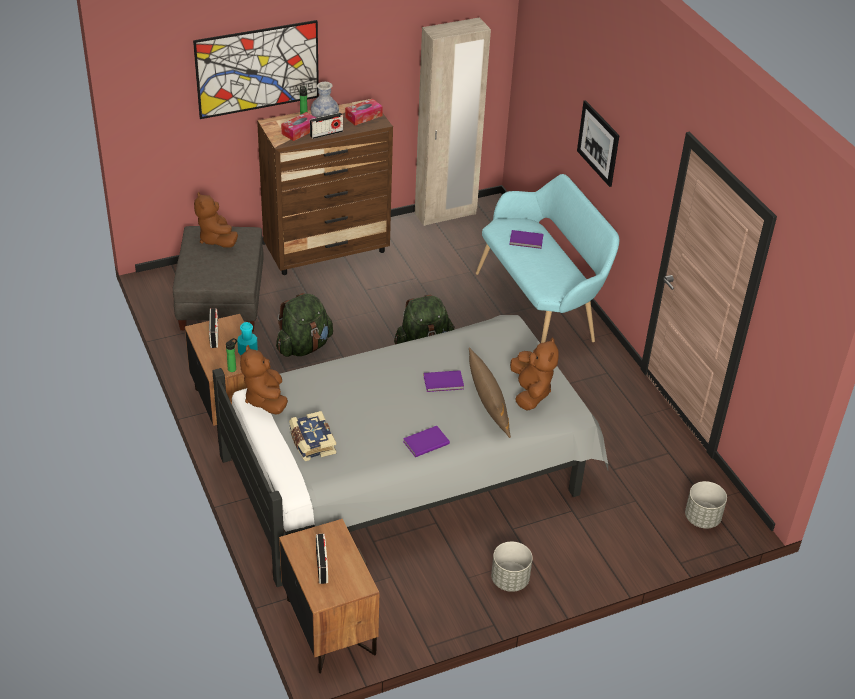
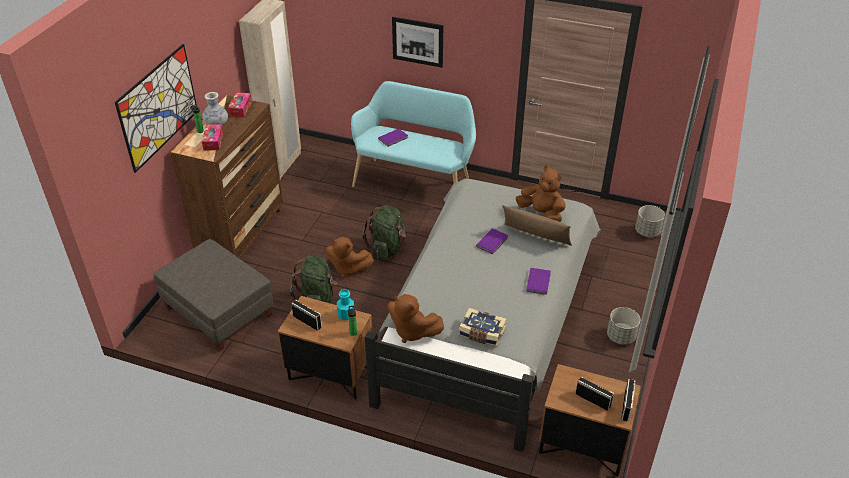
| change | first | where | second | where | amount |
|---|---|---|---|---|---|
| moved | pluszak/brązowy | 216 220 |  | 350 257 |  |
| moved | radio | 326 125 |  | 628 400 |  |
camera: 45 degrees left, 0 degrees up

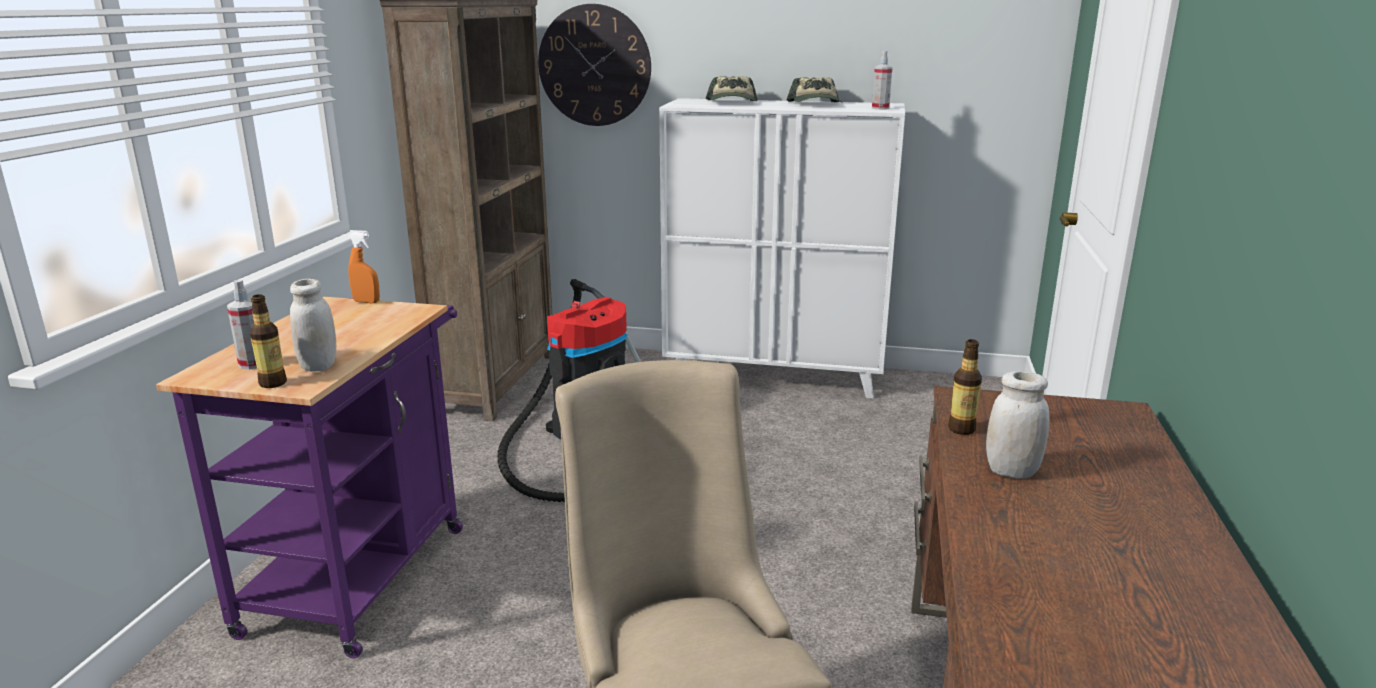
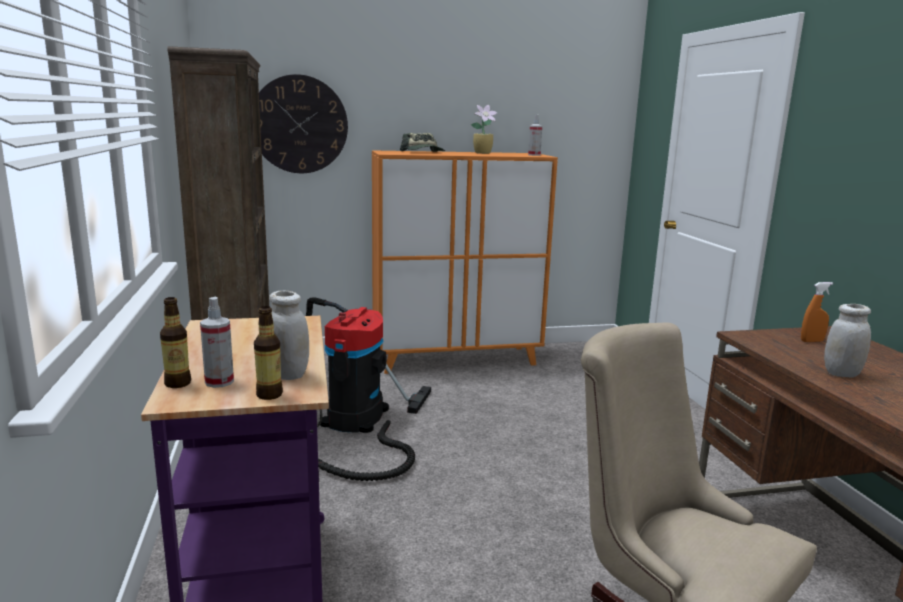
| change | first | where | second | where | amount |
|---|---|---|---|---|---|
| moved | butelka | 965 387 |  | 175 342 |  |
| recoloured | szafka/biały | 782 248 | szafka/pomarańczowy | 465 262 |  |
| replaced | czapka z daszkiem | 815 90 | roślina doniczkowa | 484 129 |  |
| moved | spryskiwacz/pomarańczowy | 364 267 |  | 817 312 |  |
camera: 25 degrees left, 5 degrees down

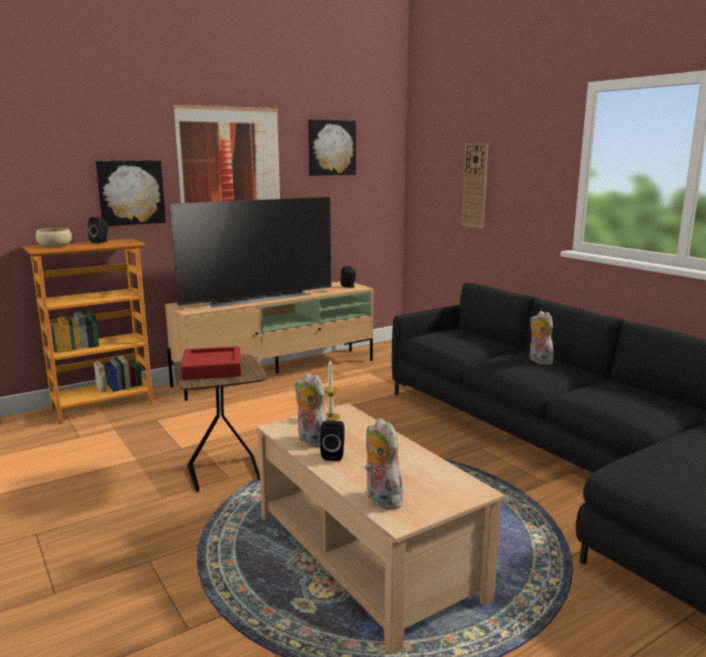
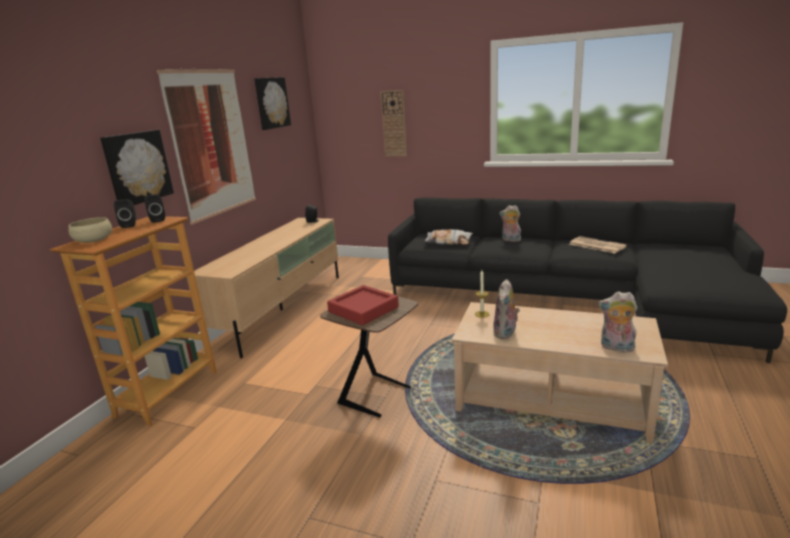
| change | first | where | second | where | amount |
|---|---|---|---|---|---|
| moved | głośnik/czarny | 332 440 |  | 154 208 |  |
| added |  |  | poduszka | 448 237 |  |
| turned | pluszak | 311 410 |  | 506 309 | 75 degrees counterclockwise |
| added |  |  | gazeta | 598 244 |  |
| removed | telewizor | 250 252 |  |  |  |
camera: 35 degrees left, 5 degrees up

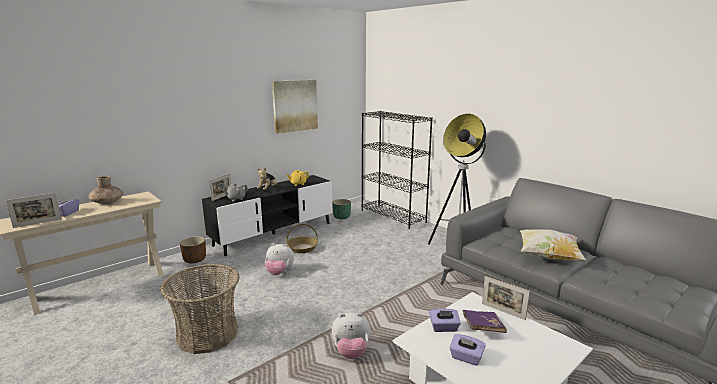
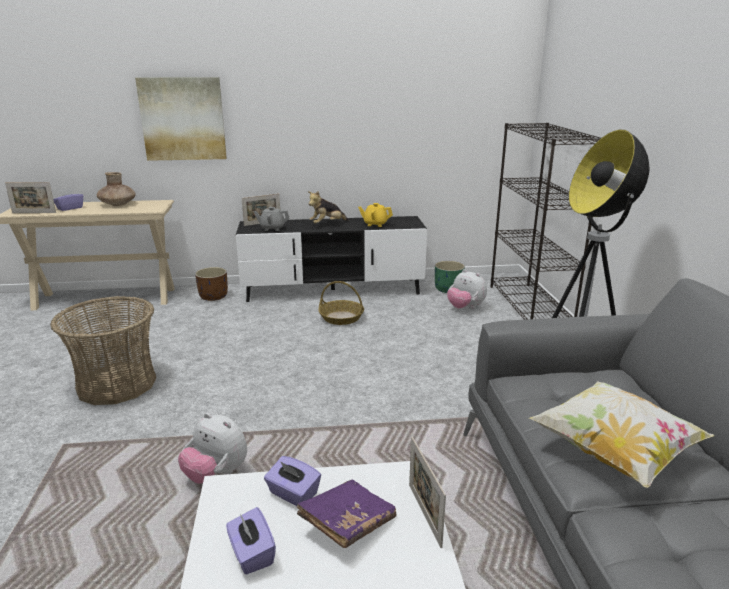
| change | first | where | second | where | amount |
|---|---|---|---|---|---|
| moved | obraz | 295 107 |  | 181 119 |  |
| moved | pluszak | 279 259 |  | 467 289 |  |
camera: 35 degrees right, 5 degrees up

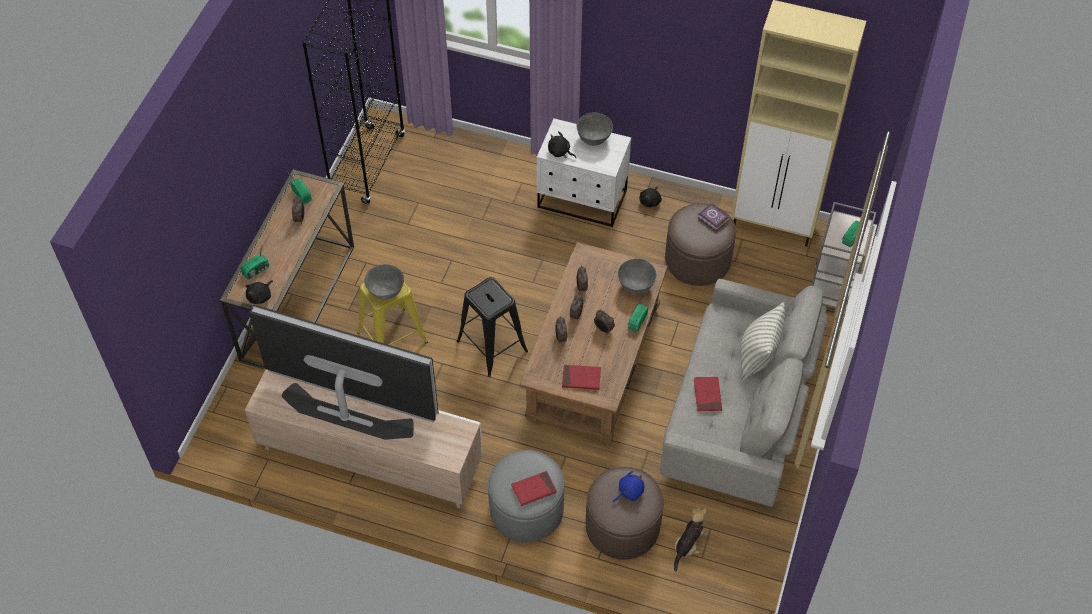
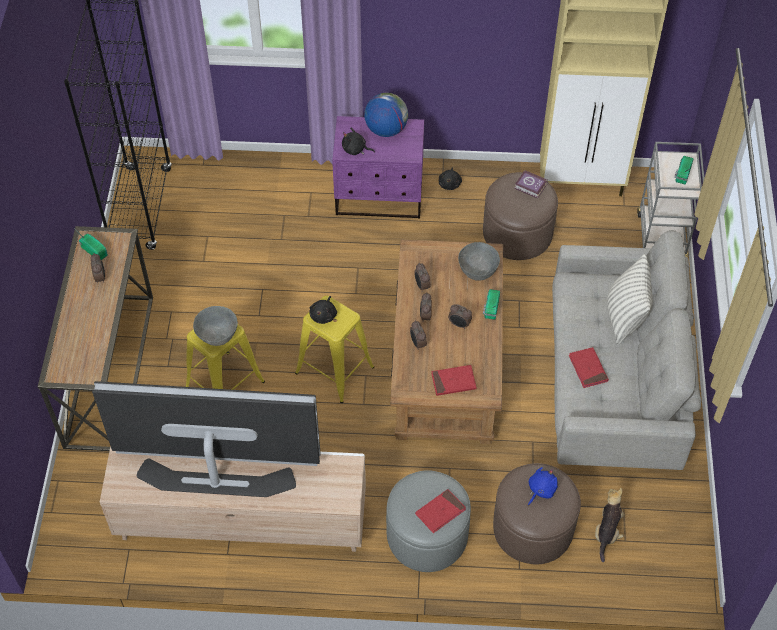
| change | first | where | second | where | amount |
|---|---|---|---|---|---|
| recoloured | stołek/czarny | 492 327 | stołek/żółty | 334 349 |  |
| moved | pluszak/czarny | 259 292 |  | 323 310 |  |
| recoloured | szafka nocna/biały | 584 172 | szafka nocna/fioletowy | 378 167 |  |
| replaced | miska/szary | 595 129 | globus | 386 115 |  |
| removed | radio | 255 261 |  |  |  |
camera: 15 degrees left, 0 degrees up

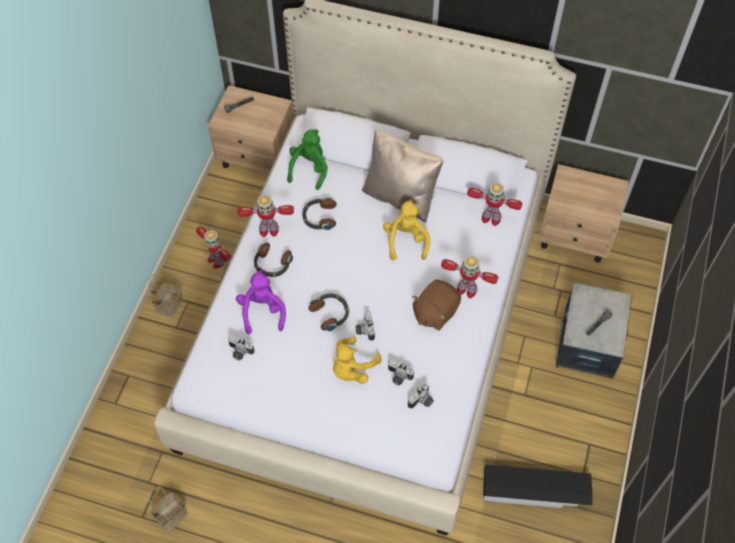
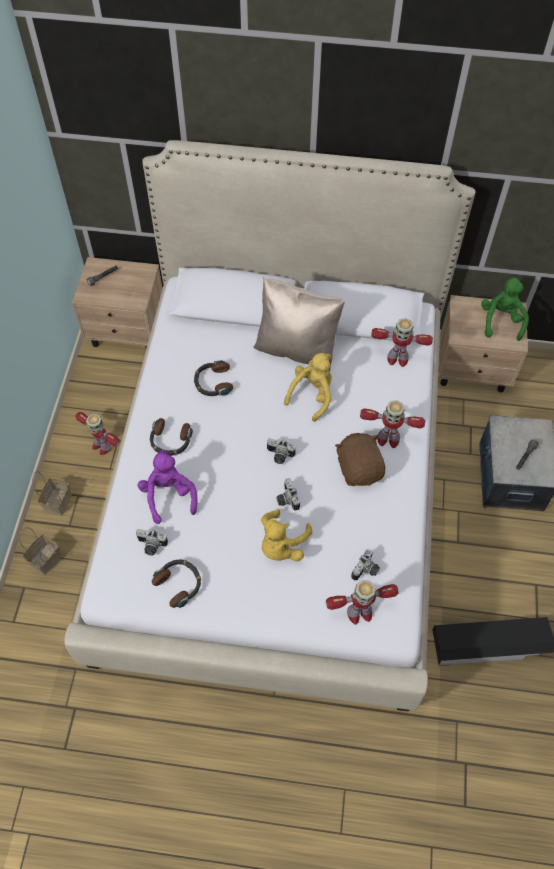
| change | first | where | second | where | amount |
|---|---|---|---|---|---|
| moved | koszyk | 168 509 |  | 40 551 |  |
| moved | słuchawki | 329 312 |  | 176 584 |  |
| moved | aparat fotograficzny | 401 372 |  | 281 451 |  |
| turned | pluszak/żółty | 406 230 |  | 308 387 | 45 degrees clockwise |
| moved | robot zabawkowy | 265 215 |  | 362 602 |  |
| turned | pluszak/brązowy | 436 305 |  | 360 459 | 135 degrees clockwise |
| moved | pluszak/zielony | 307 159 |  | 505 309 |  |
camera: 10 degrees left, 0 degrees up

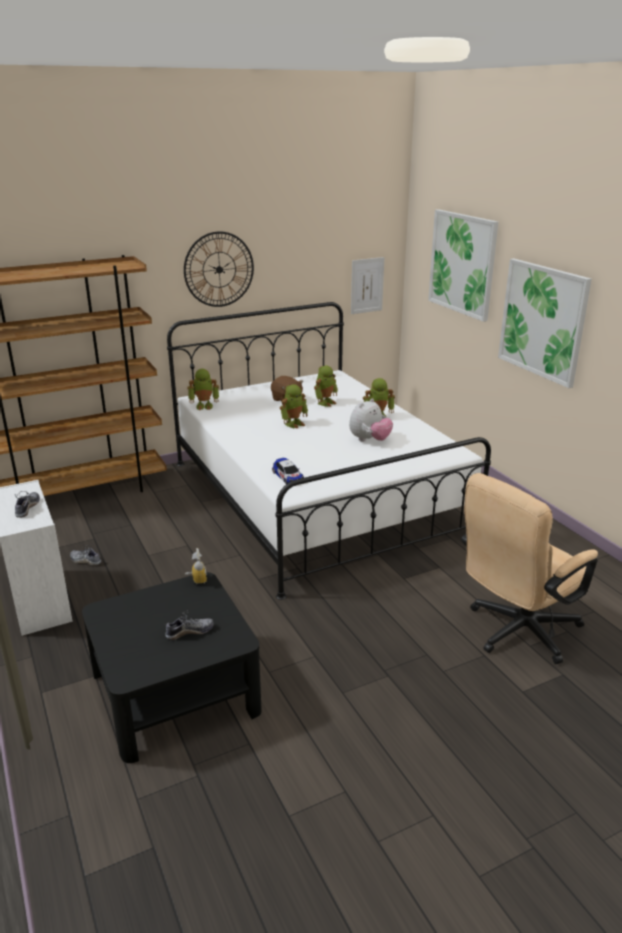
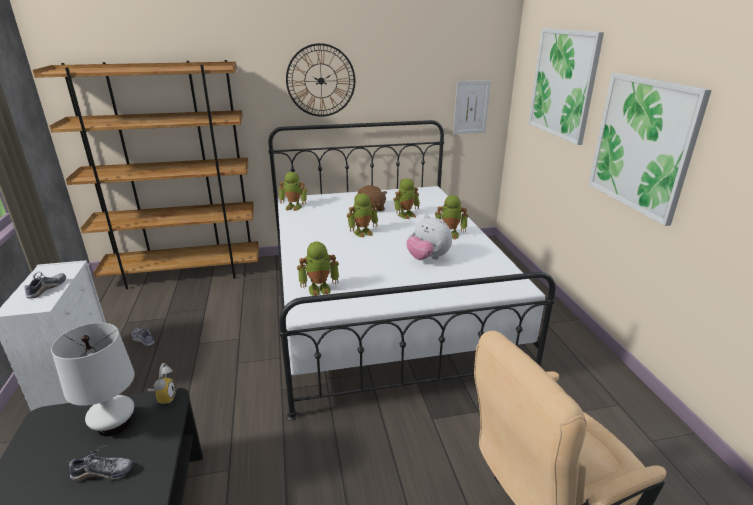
| change | first | where | second | where | amount |
|---|---|---|---|---|---|
| added |  |  | lampa stołowa/biały | 93 379 |  |
| replaced | samochodzik | 288 471 | robot zabawkowy | 318 269 |  |
| turned | pluszak | 371 420 |  | 429 237 | 75 degrees clockwise |
camera: 15 degrees right, 0 degrees up

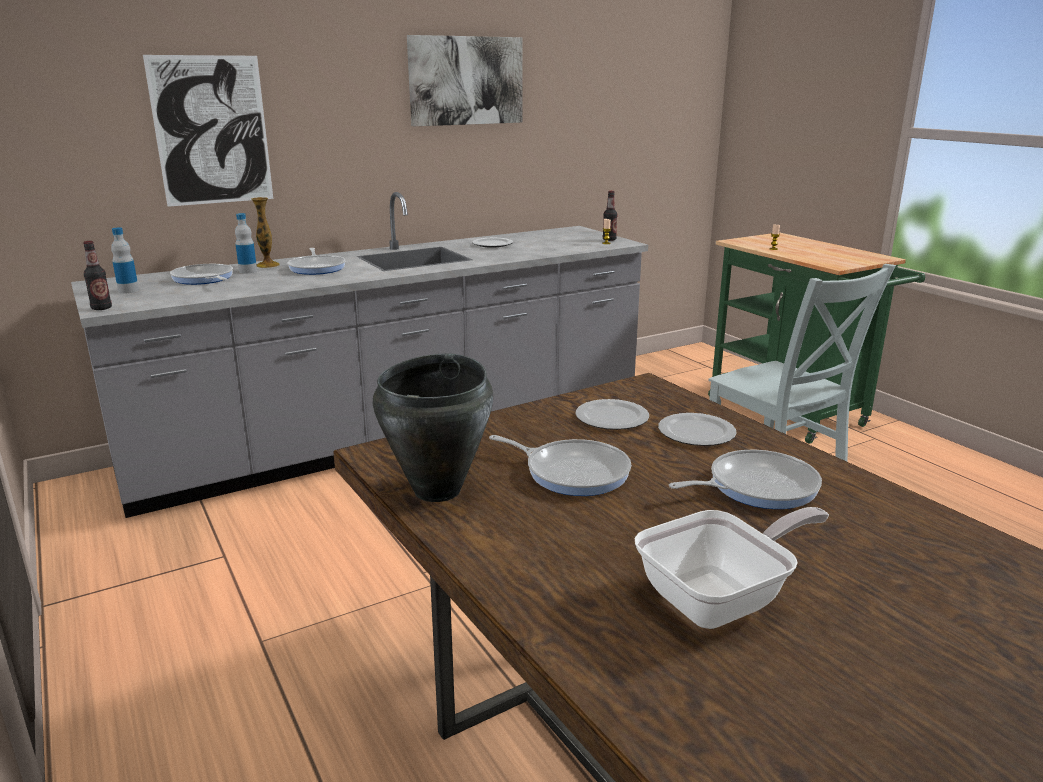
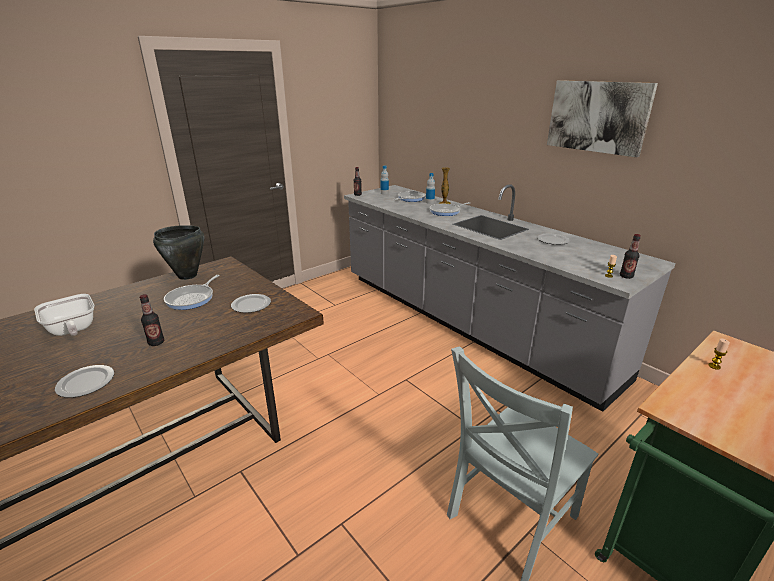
| change | first | where | second | where | amount |
|---|---|---|---|---|---|
| moved | talerz | 697 429 |  | 84 381 |  |
| replaced | patelnia | 745 479 | butelka | 152 320 |  |
| removed | obraz | 208 131 |  |  |  |
camera: 80 degrees right, 5 degrees up

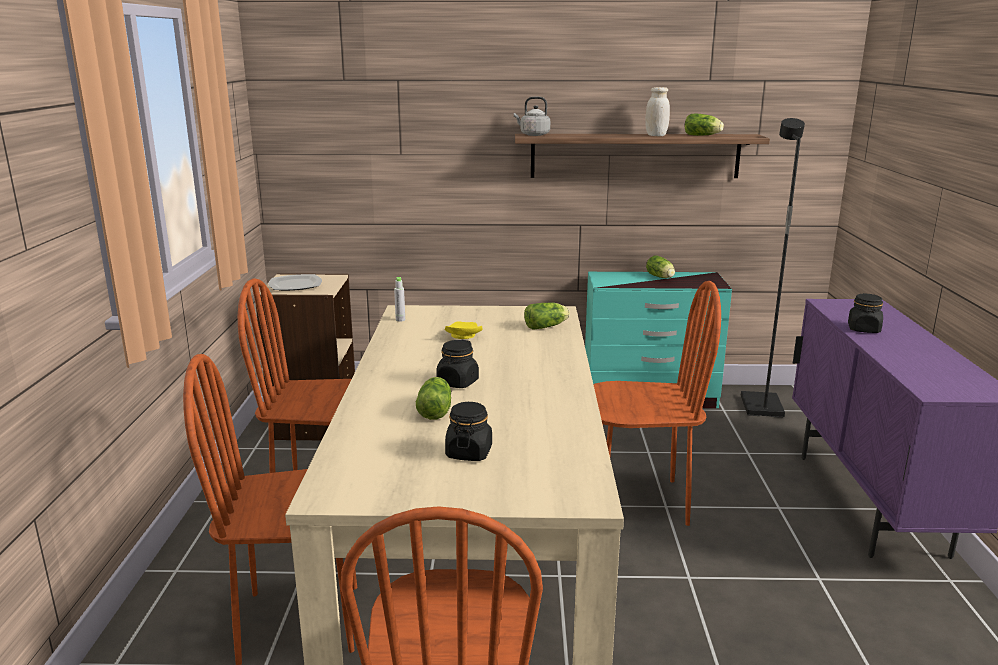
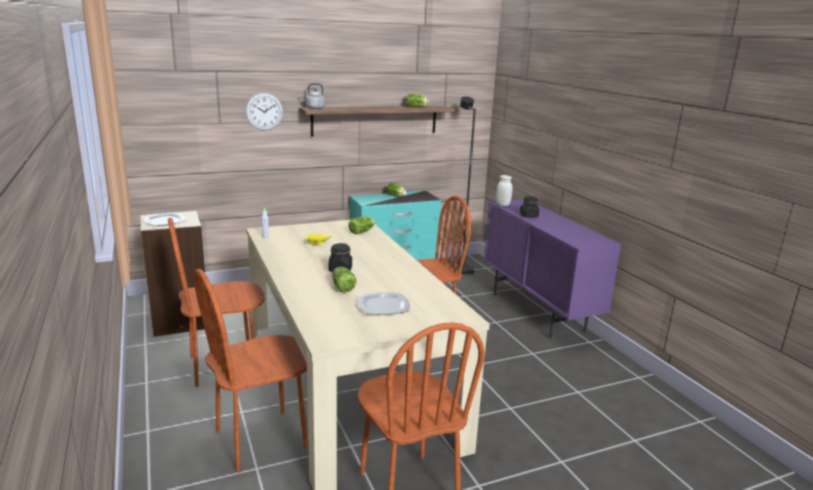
| change | first | where | second | where | amount |
|---|---|---|---|---|---|
| added |  |  | zegar ścienny | 264 112 |  |
| replaced | słoik/czarny | 468 431 | talerz | 383 303 |  |
| moved | słoik/biały | 657 111 |  | 504 190 |  |
camera: 25 degrees left, 0 degrees up

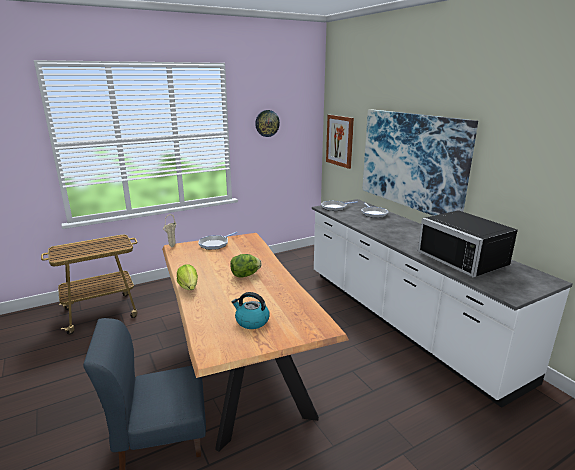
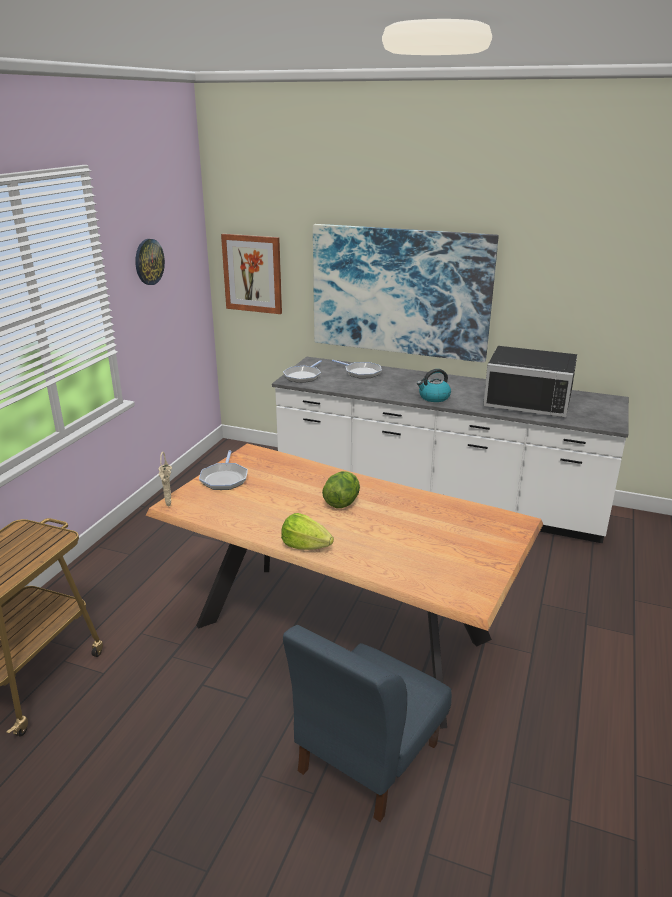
| change | first | where | second | where | amount |
|---|---|---|---|---|---|
| moved | czajnik | 251 310 |  | 434 385 |  |
camera: 40 degrees left, 5 degrees up

